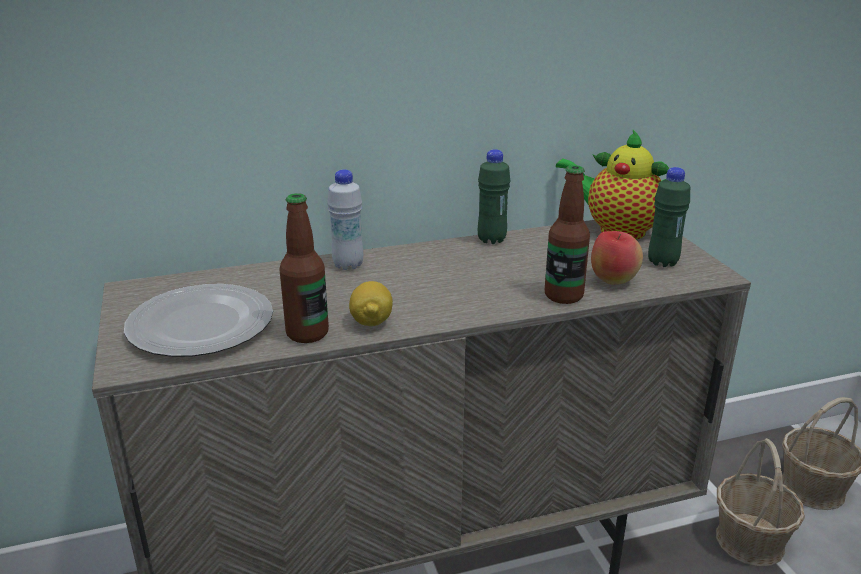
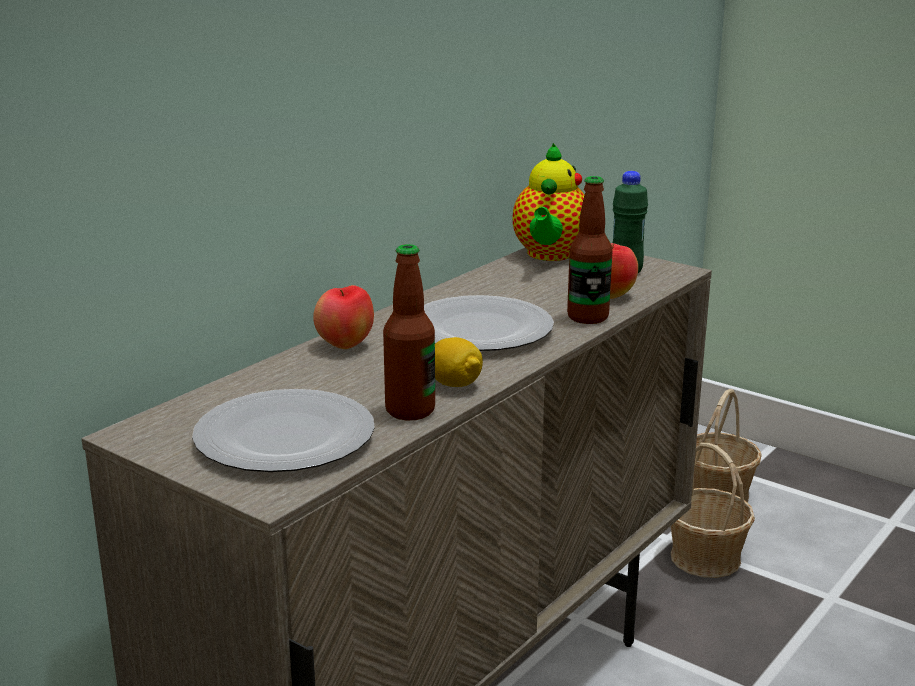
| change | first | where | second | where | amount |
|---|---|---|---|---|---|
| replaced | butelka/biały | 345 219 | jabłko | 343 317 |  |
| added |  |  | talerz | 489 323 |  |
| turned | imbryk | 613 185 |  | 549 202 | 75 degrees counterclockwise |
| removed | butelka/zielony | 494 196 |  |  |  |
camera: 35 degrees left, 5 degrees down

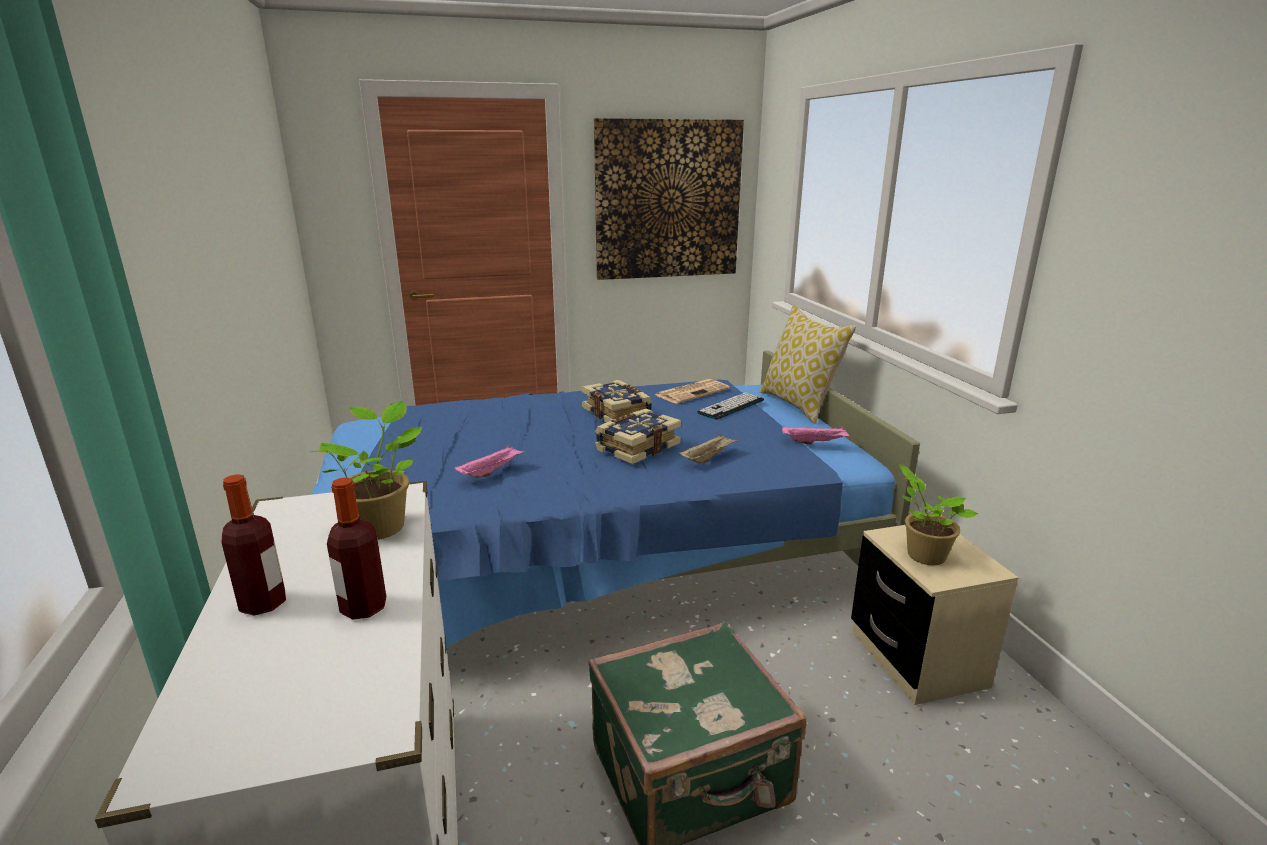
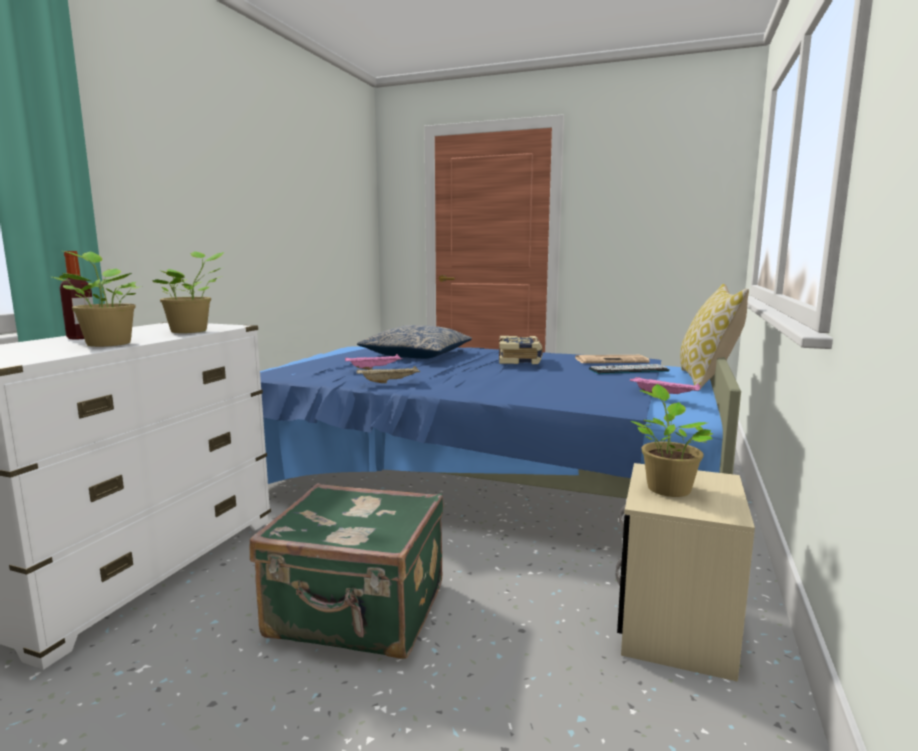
| change | first | where | second | where | amount |
|---|---|---|---|---|---|
| replaced | butelka | 356 548 | roślina doniczkowa | 97 299 |  |
| moved | taca/beżowy | 708 448 |  | 388 374 |  |
| added |  |  | poduszka | 414 342 |  |
| removed | obraz | 669 199 |  |  |  |
| removed | książka | 638 436 |  |  |  |
camera: 35 degrees right, 10 degrees down

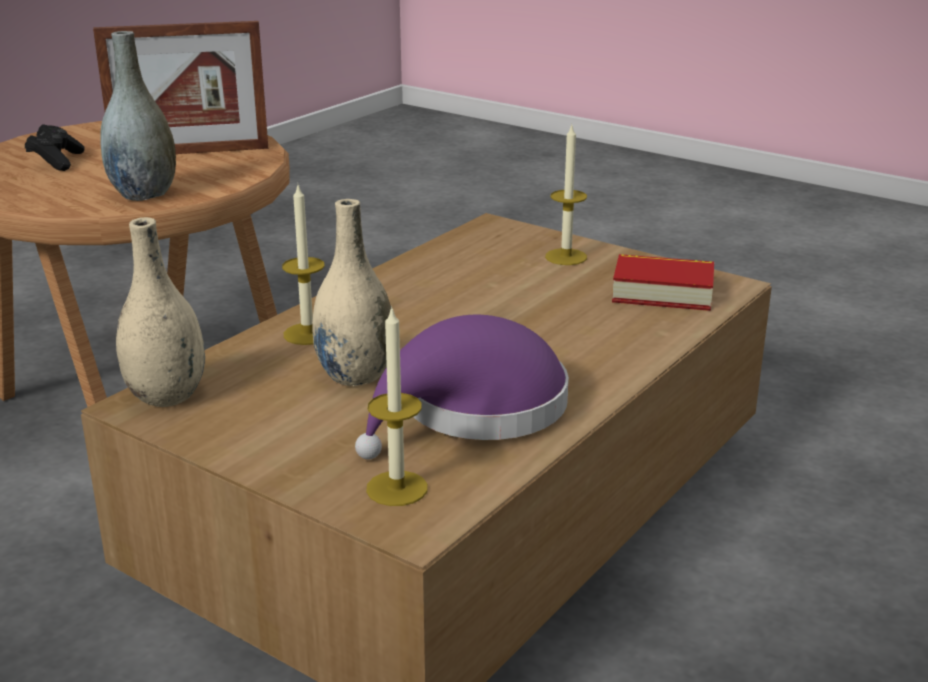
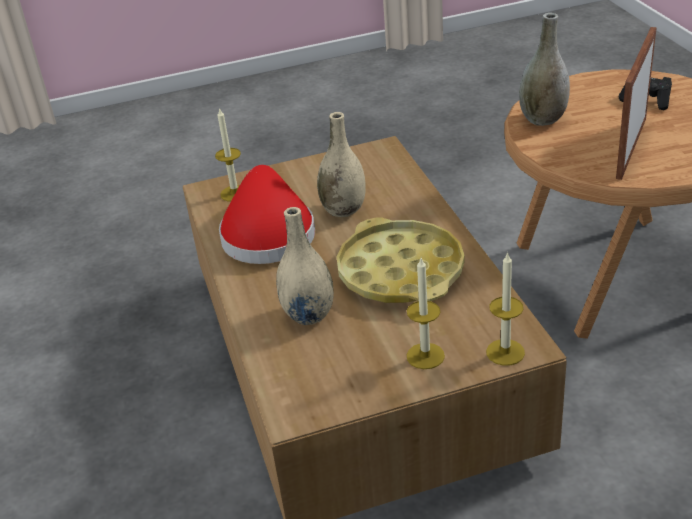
| change | first | where | second | where | amount |
|---|---|---|---|---|---|
| recoloured | kapelusz/fioletowy | 462 387 | kapelusz/czerwony | 267 214 |  |
| moved | wazon/beżowy | 160 312 |  | 305 266 |  |
| added |  |  | taca/żółty | 401 260 |  |
| moved | świeca | 303 265 |  | 505 309 |  |
| removed | książka | 663 282 |  |  |  |
camera: 130 degrees right, 10 degrees up

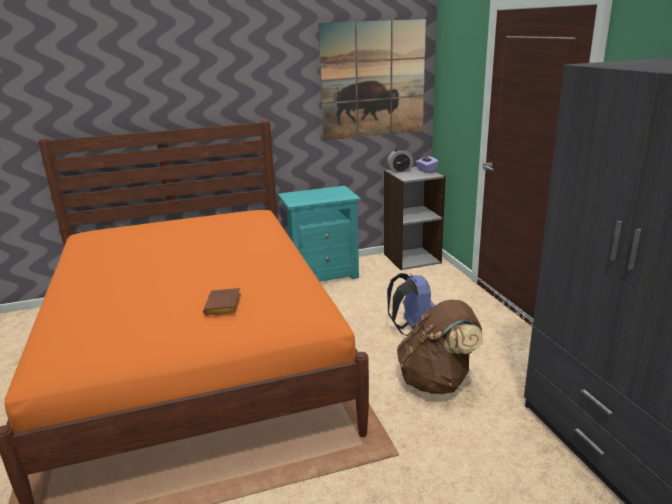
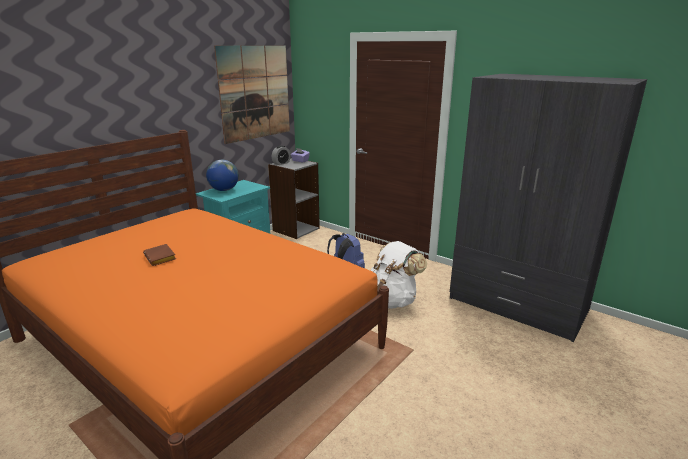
| change | first | where | second | where | amount |
|---|---|---|---|---|---|
| moved | książka/brązowy | 222 302 |  | 159 255 |  |
| added |  |  | globus | 222 175 |  |
| recoloured | plecak/brązowy | 440 346 | plecak/biały | 398 275 |  |
camera: 35 degrees left, 0 degrees up

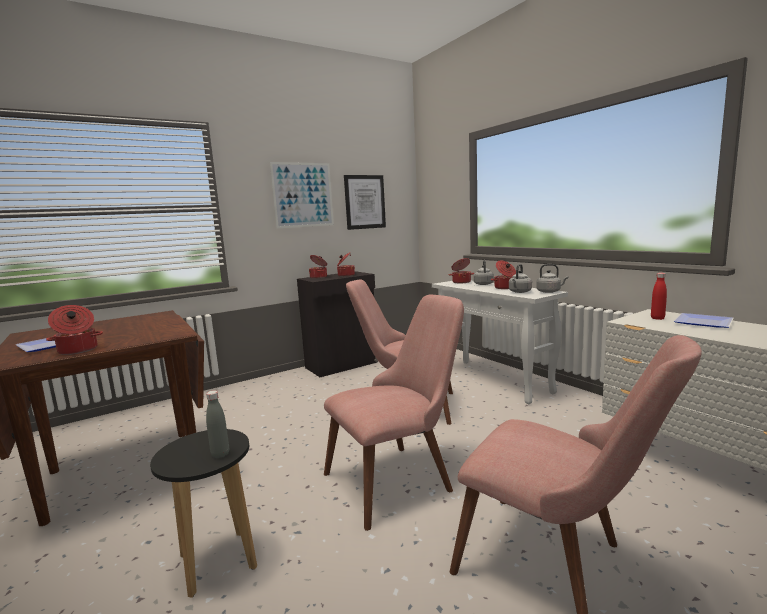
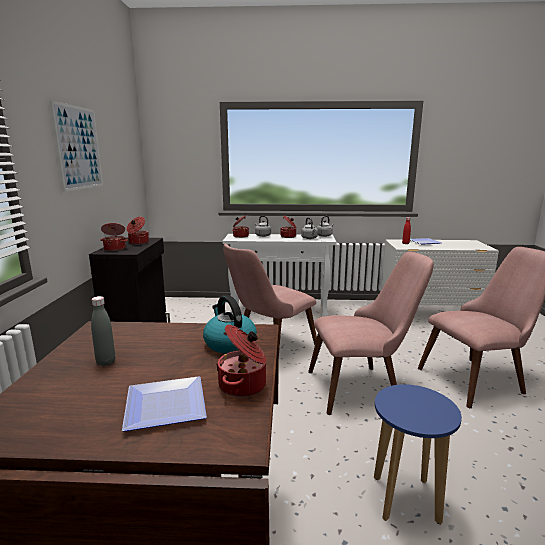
| change | first | where | second | where | amount |
|---|---|---|---|---|---|
| moved | butelka/szary | 217 424 |  | 103 331 |  |
| added |  |  | czajnik | 230 324 |  |
| turned | krzesło/różowy | 394 413 |  | 371 333 | 75 degrees clockwise |
| recoloured | stołek/czarny | 203 513 | stołek/niebieski | 418 454 |  |
| removed | obraz | 365 202 |  |  |  |
camera: 55 degrees left, 5 degrees up

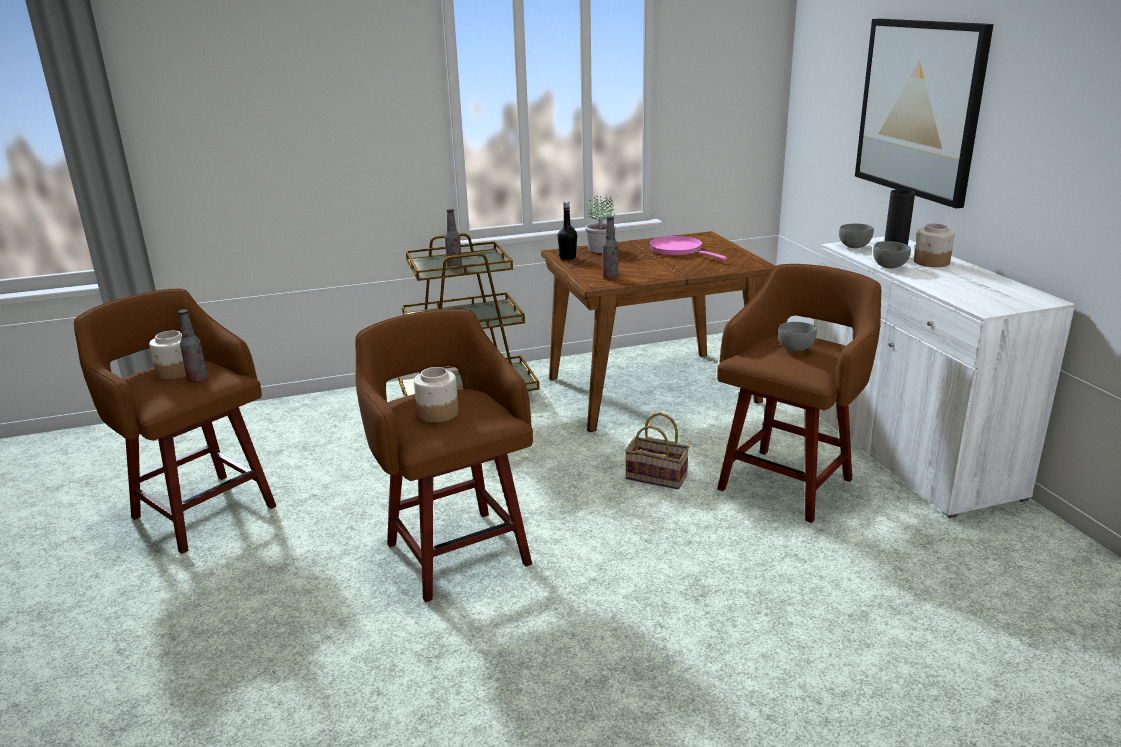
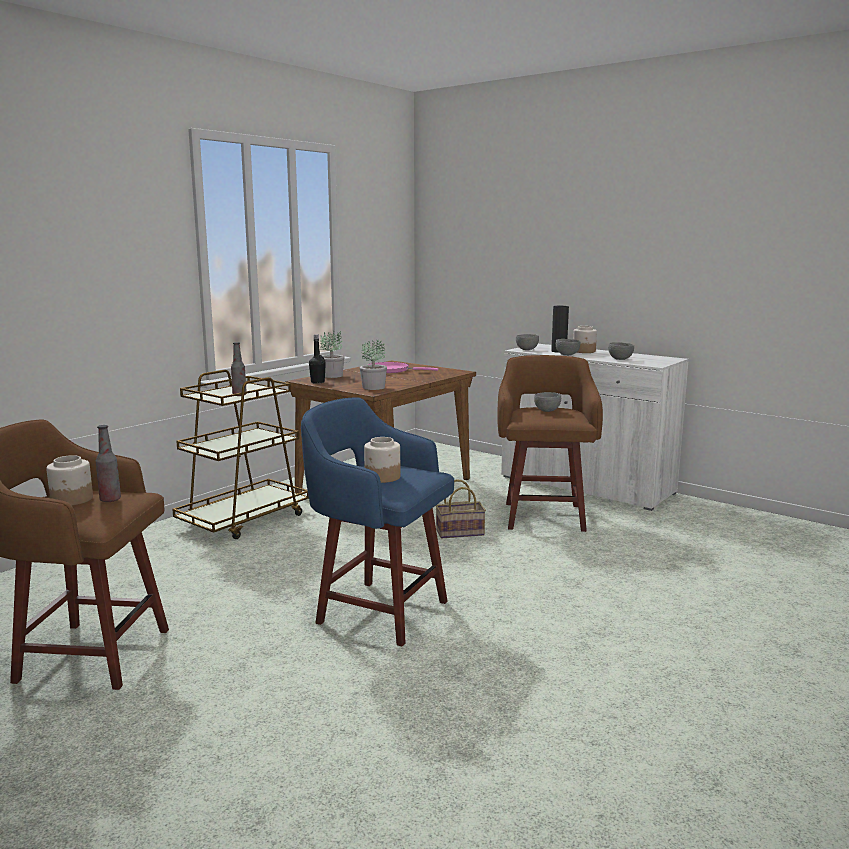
| change | first | where | second | where | amount |
|---|---|---|---|---|---|
| recoloured | stołek/brązowy | 444 455 | stołek/niebieski | 377 522 |  |
| replaced | butelka | 610 248 | roślina doniczkowa | 373 365 |  |
| added |  |  | miska/szary | 621 351 |  |
| removed | obraz | 924 114 |  |  |  |
camera: 35 degrees left, 10 degrees down

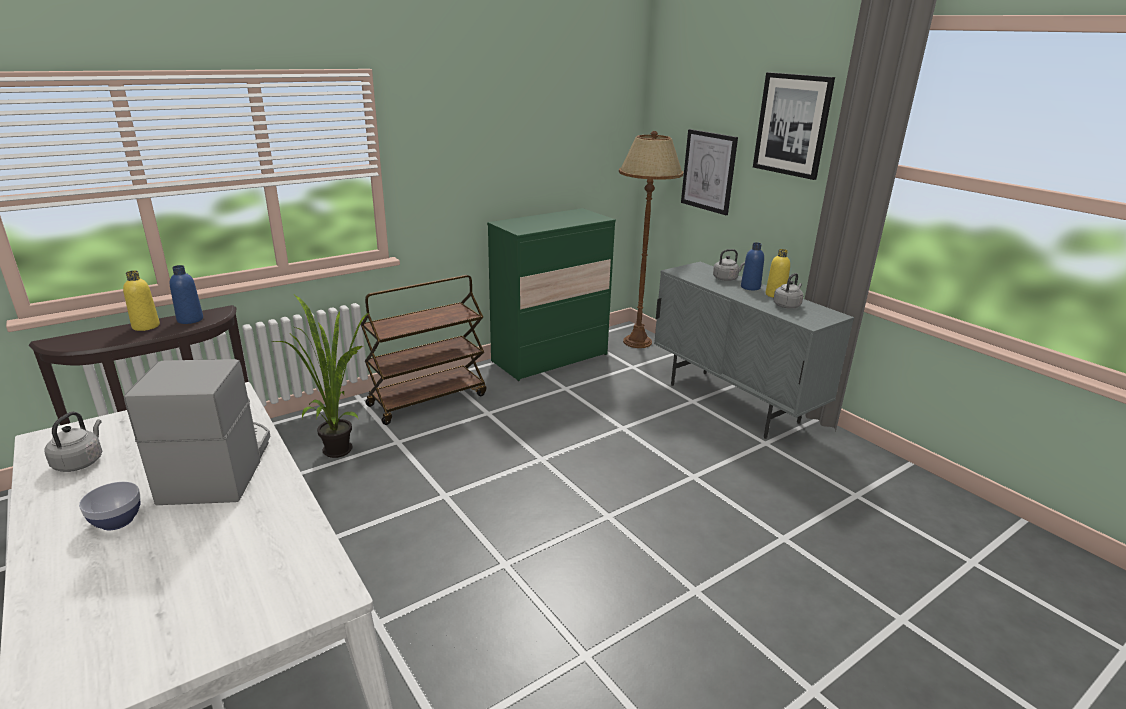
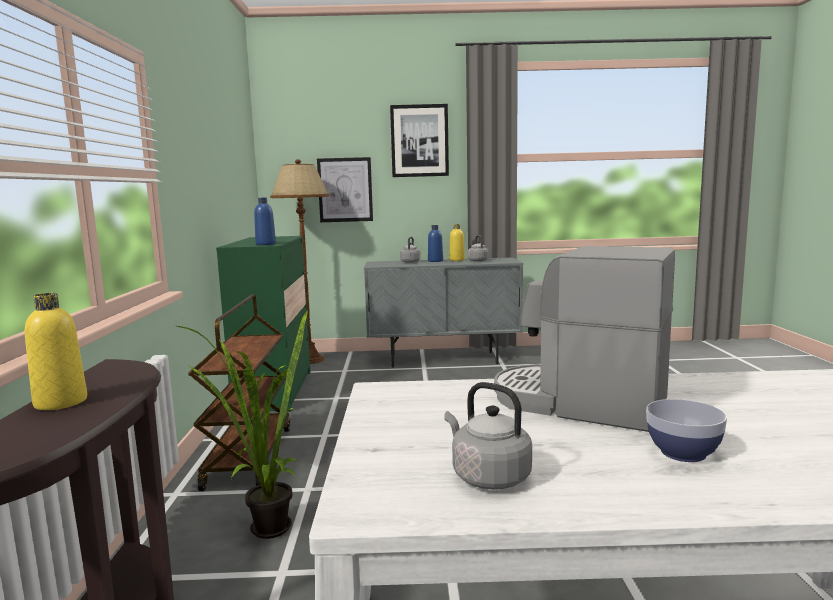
| change | first | where | second | where | amount |
|---|---|---|---|---|---|
| moved | butelka/niebieski | 186 294 |  | 265 221 |  |
camera: 55 degrees left, 15 degrees down

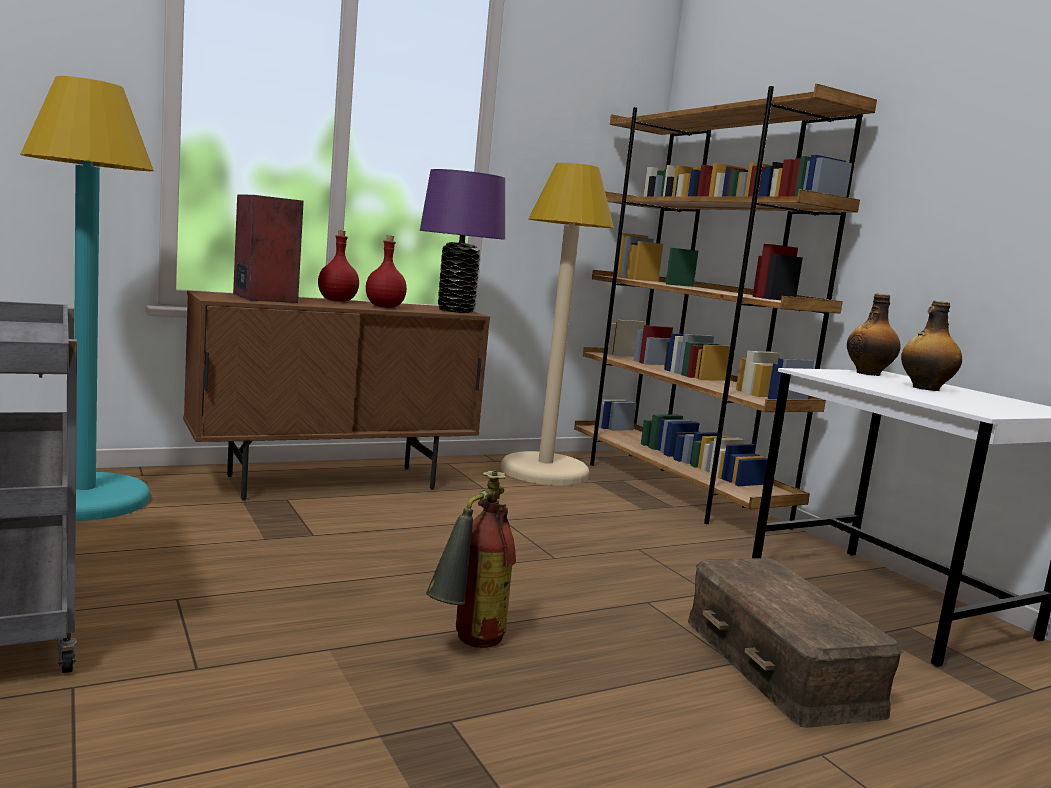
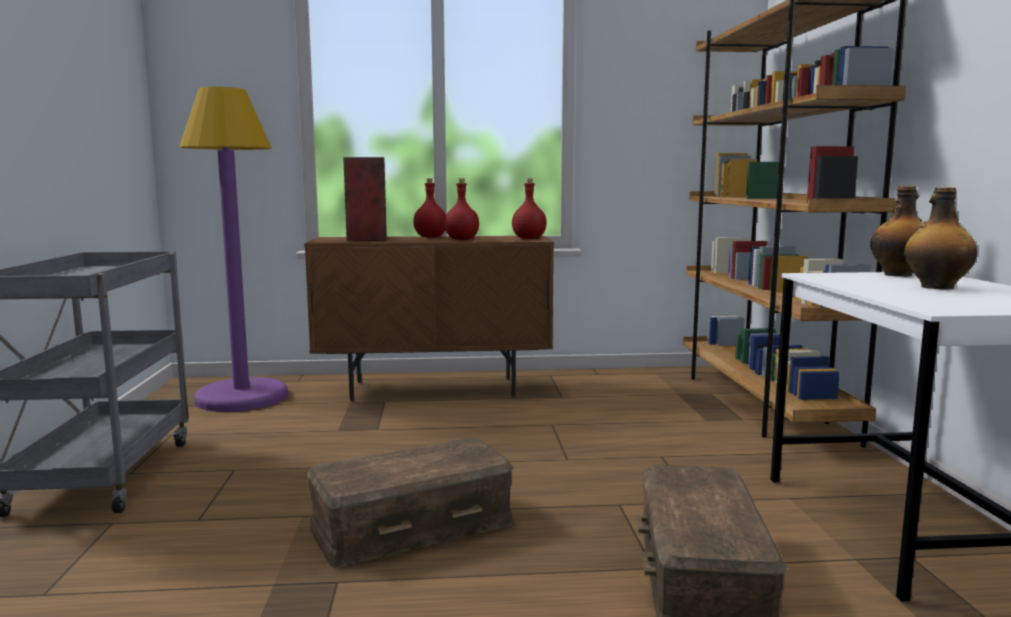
| change | first | where | second | where | amount |
|---|---|---|---|---|---|
| recoloured | lampa stojąca/turkusowy | 87 298 | lampa stojąca/fioletowy | 233 249 |  |
| replaced | gaśnica | 471 559 | pojemnik do przechowywania/brązowy | 410 503 |  |
| replaced | lampa stołowa/fioletowy | 462 241 | butelka/czerwony | 529 208 |  |
| removed | lampa stojąca/beżowy | 557 324 |  |  |  |
camera: 25 degrees right, 0 degrees up

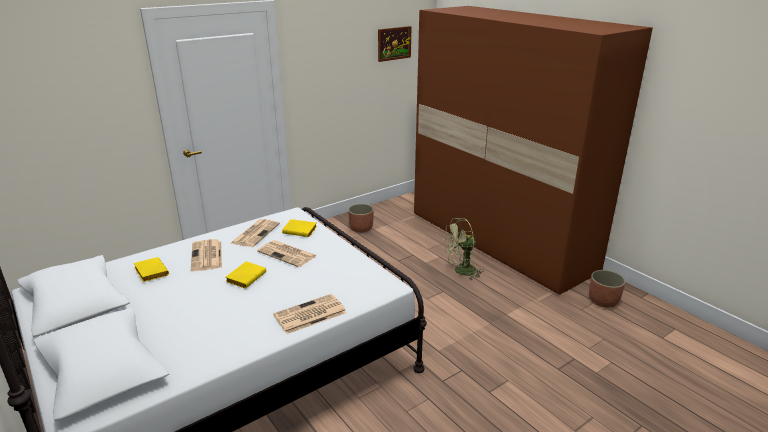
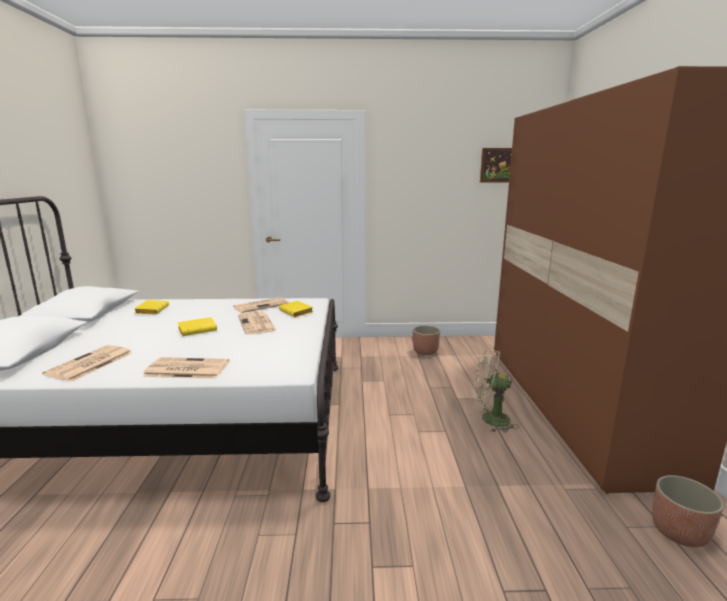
| change | first | where | second | where | amount |
|---|---|---|---|---|---|
| moved | gazeta | 206 255 |  | 87 363 |  |
camera: 35 degrees right, 10 degrees down

